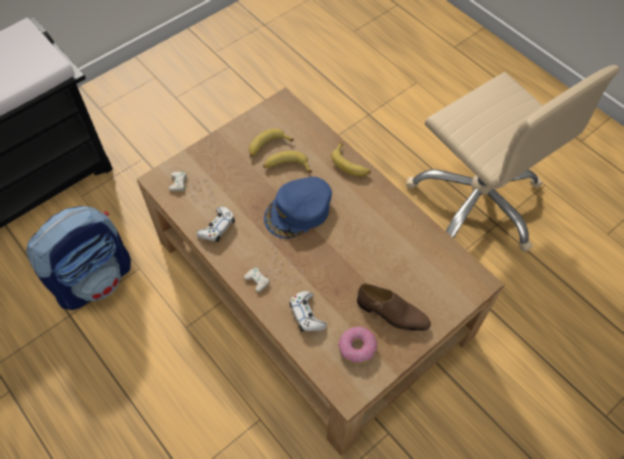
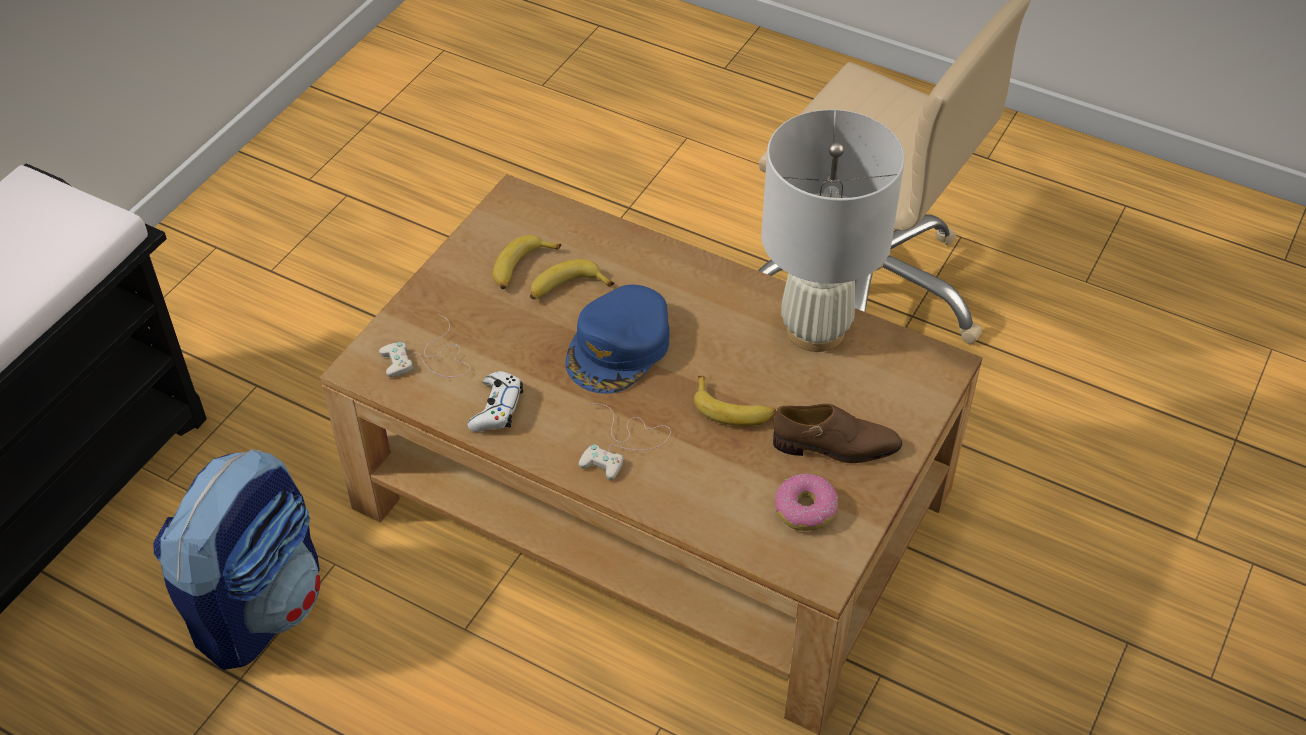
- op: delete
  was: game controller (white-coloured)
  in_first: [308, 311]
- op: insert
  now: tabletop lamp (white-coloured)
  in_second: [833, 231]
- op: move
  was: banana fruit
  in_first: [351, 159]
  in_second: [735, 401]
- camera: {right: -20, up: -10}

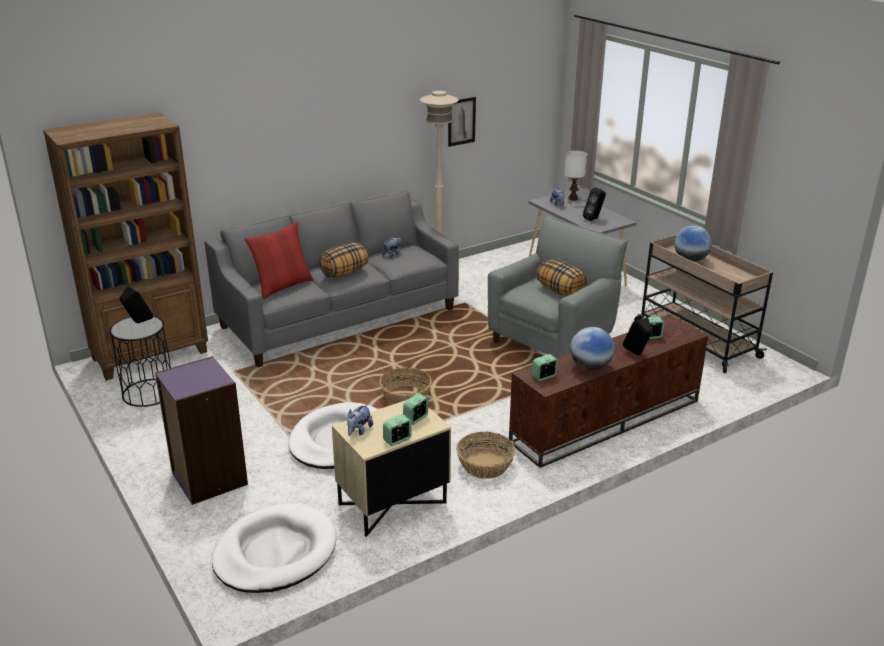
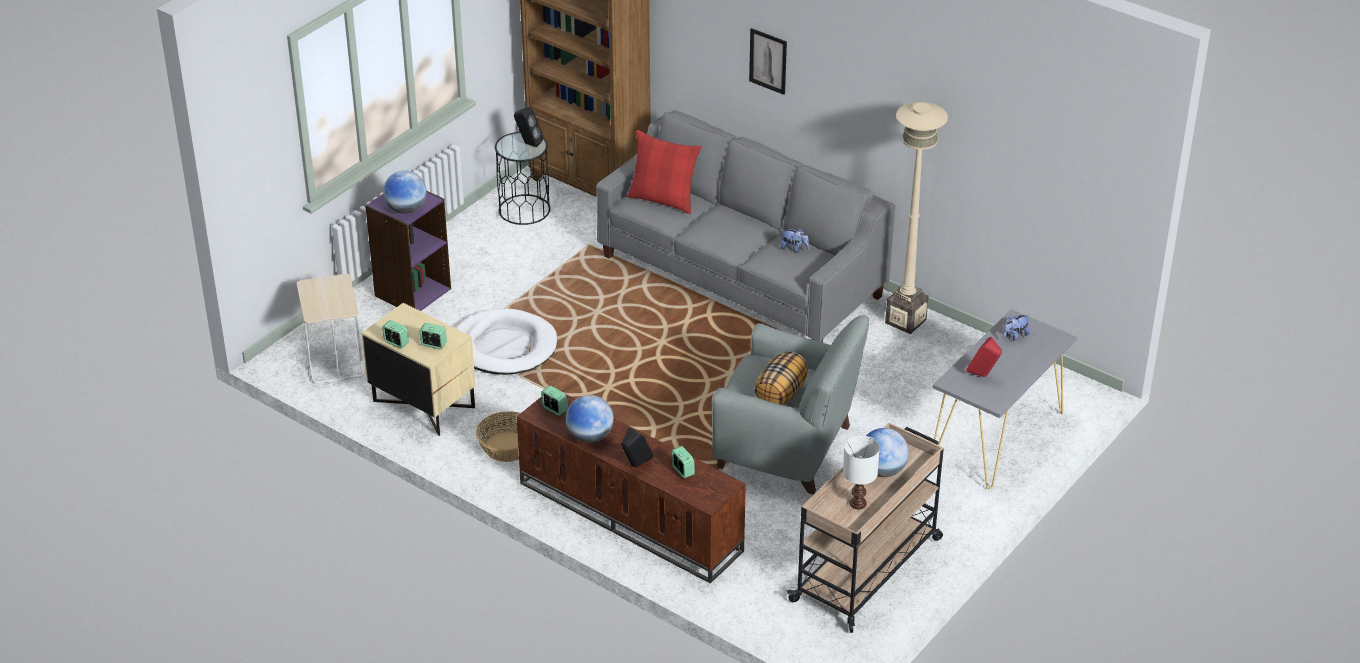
- op: delete
  was: pillow
  in_first: [343, 260]
- op: delete
  was: cuddly toy
  in_first: [360, 420]
- op: delete
  was: storage basket
  in_first: [405, 385]
- op: insert
  now: globe
  in_second: [405, 192]
- op: move
  was: wall art
  in_first: [462, 122]
  in_second: [768, 61]
- op: move
  was: tabletop lamp (white-coloured)
  in_first: [576, 175]
  in_second: [861, 472]
- op: replace
  was: dog cushion (white-coloured)
  now: accent table (sand-coloured)
  in_first: [274, 548]
  in_second: [331, 329]
- op: recolor
  was: loudspeaker (black)
  now: loudspeaker (reddish)
  in_first: [594, 204]
  in_second: [984, 357]
- camera: {right: 70, up: 10}

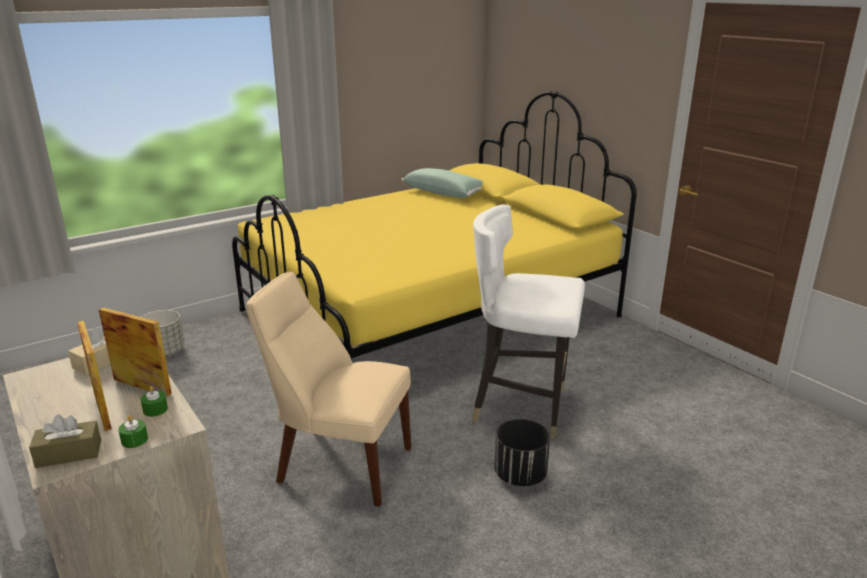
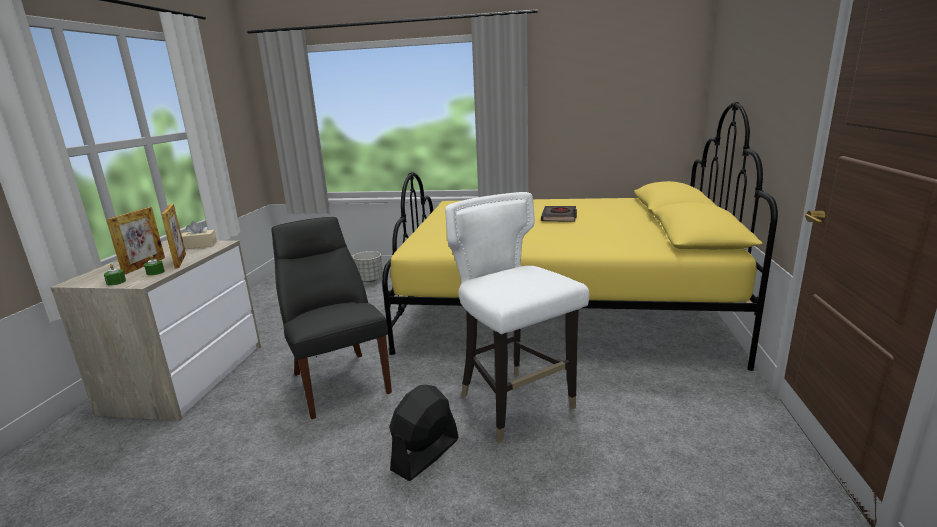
- op: delete
  was: tissue holder (brownish)
  in_first: [65, 441]
- op: delete
  was: pillow (green)
  in_first: [442, 183]
- op: insert
  now: bound book (black)
  in_second: [559, 214]
- op: replace
  was: plant pot (black)
  now: electric fan (black)
  in_first: [522, 452]
  in_second: [424, 433]
- op: recolor
  was: plain chair (sand-coloured)
  now: plain chair (black)
  in_first: [328, 389]
  in_second: [331, 318]
- camera: {right: 45, up: -5}

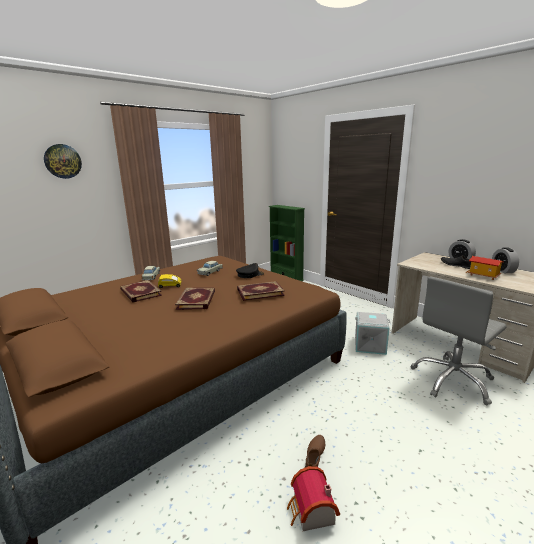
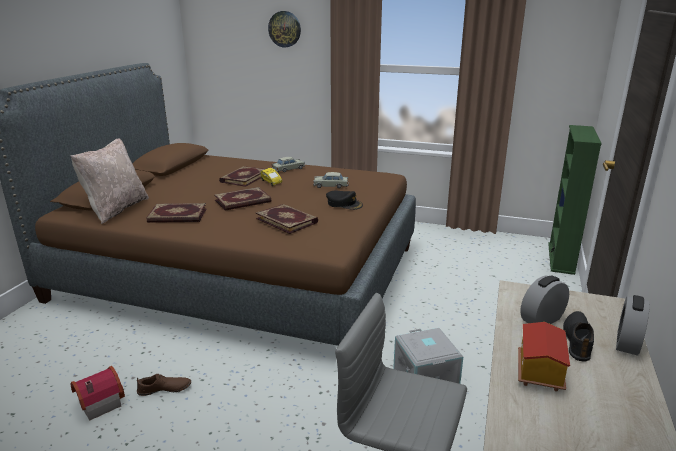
- op: insert
  now: pillow (sand-coloured)
  in_second: [109, 181]
- op: insert
  now: bound book
  in_second: [177, 213]
- op: move
  was: alarm clock
  in_first: [505, 260]
  in_second: [544, 299]
- camera: {right: 60, up: 5}

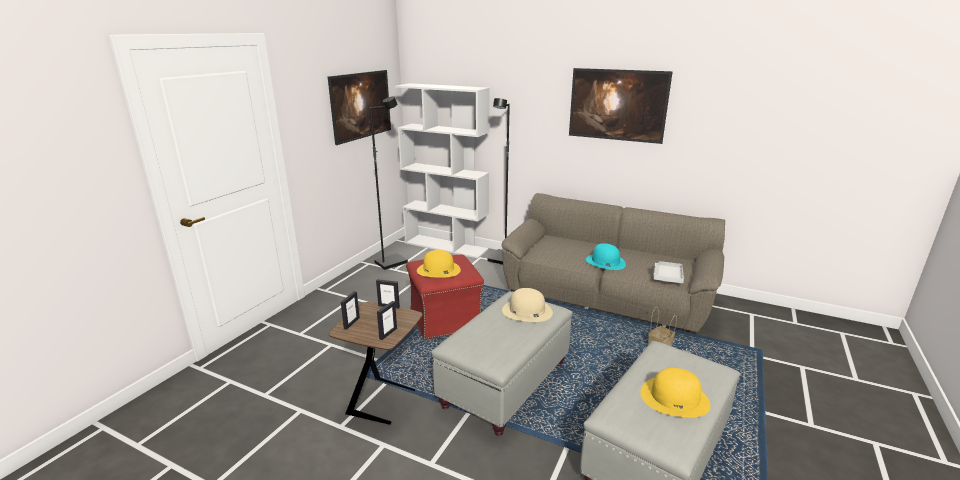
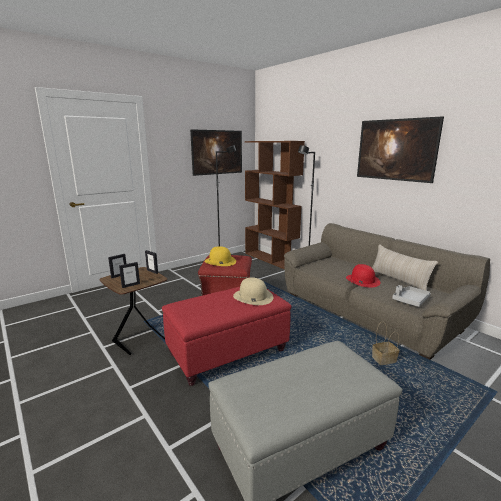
- op: delete
  was: wearable hat (yellow)
  in_first: [675, 392]
- op: insert
  now: pillow (sand-coloured)
  in_second: [405, 267]
- op: recolor
  was: shelving unit (white-coloured)
  now: shelving unit (brownish)
  in_first: [442, 171]
  in_second: [275, 205]
- op: recolor
  was: pouffe (gray)
  now: pouffe (reddish)
  in_first: [502, 363]
  in_second: [227, 336]
- op: recolor
  was: wearable hat (blue-green)
  now: wearable hat (reddish)
  in_first: [606, 256]
  in_second: [363, 276]
- camera: {right: 25, up: -5}

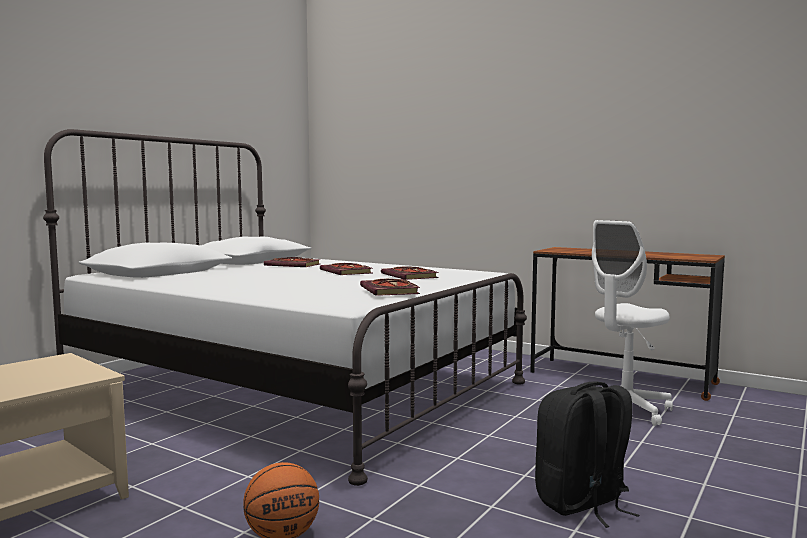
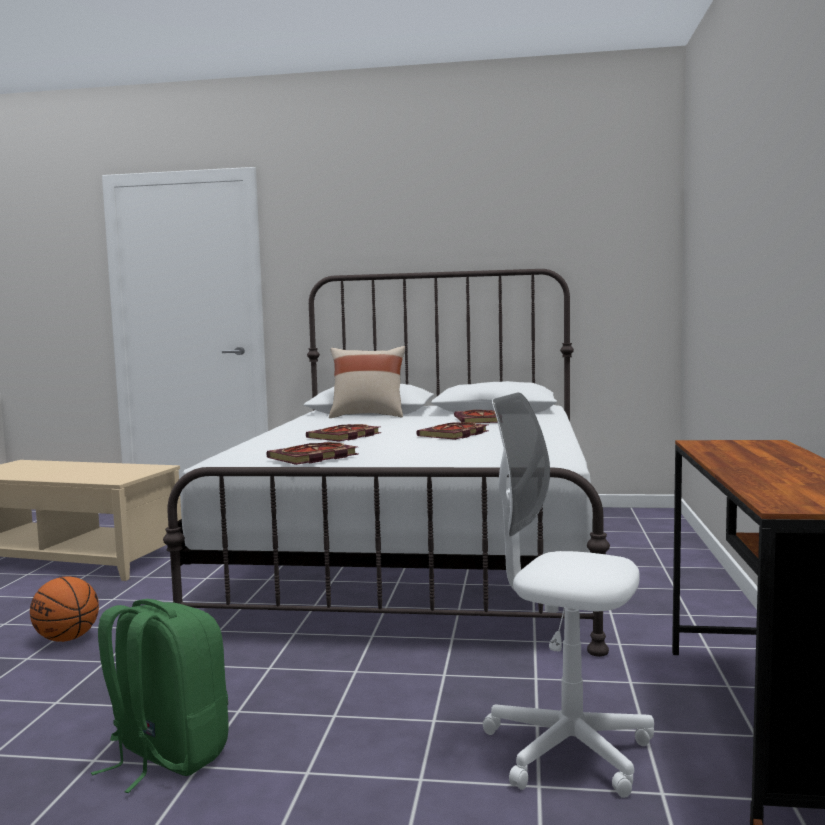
- op: insert
  now: pillow (sand-coloured)
  in_second: [367, 382]
- op: move
  was: bound book
  in_first: [410, 273]
  in_second: [343, 432]
- op: recolor
  was: backpack (black)
  now: backpack (green)
  in_first: [587, 454]
  in_second: [159, 696]
- camera: {right: 65, up: 0}

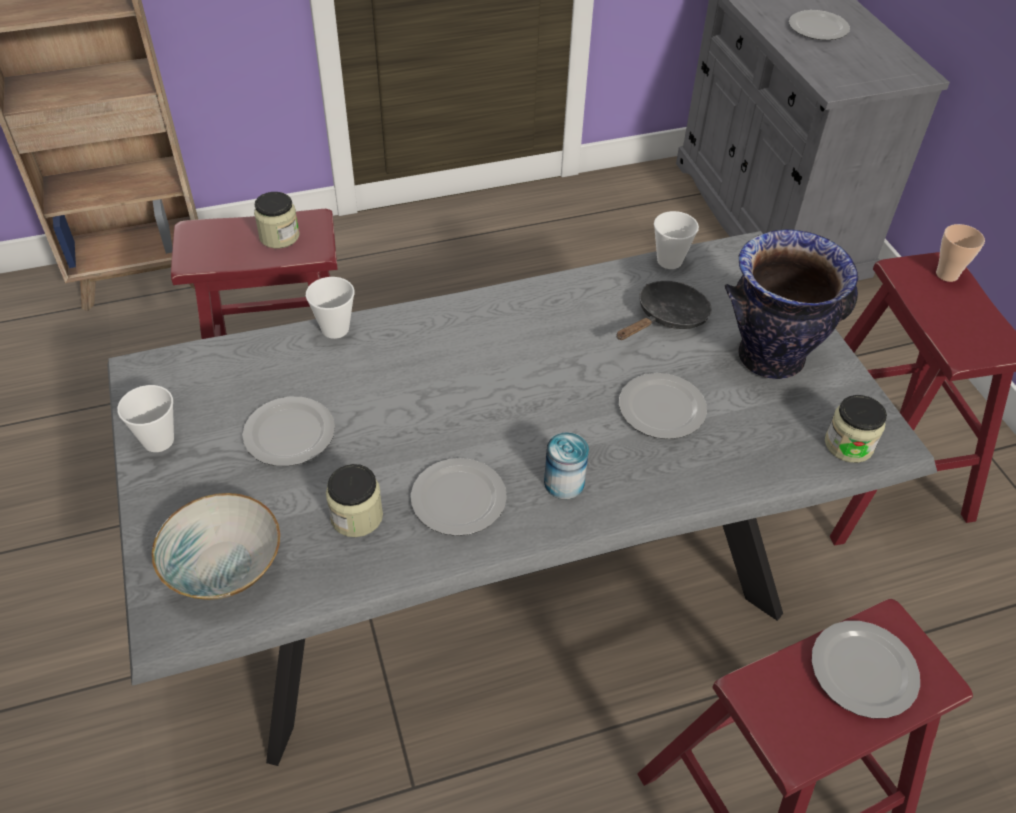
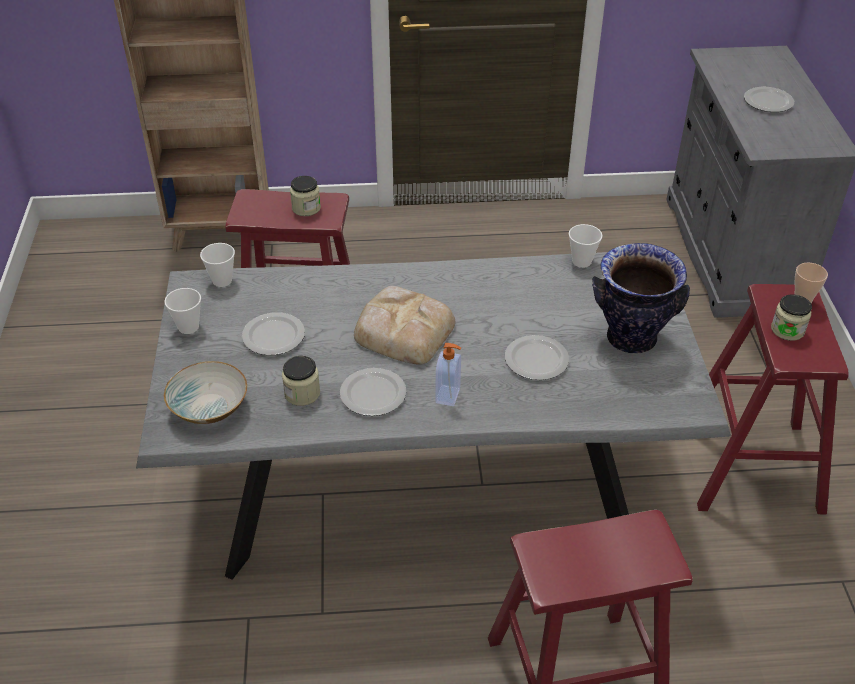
- op: delete
  was: frying pan (black)
  in_first: [664, 310]
- op: delete
  was: flat dish
  in_first: [866, 669]
- op: insert
  now: bakery bread
  in_second: [404, 325]
- op: move
  was: drinking cup
  in_first: [330, 308]
  in_second: [217, 265]
- op: move
  was: preserve jar
  in_first: [856, 429]
  in_second: [791, 317]
- op: replace
  was: sealed can
  now: soap bottle
  in_first: [566, 465]
  in_second: [448, 374]
- camera: {right: 15, up: -5}

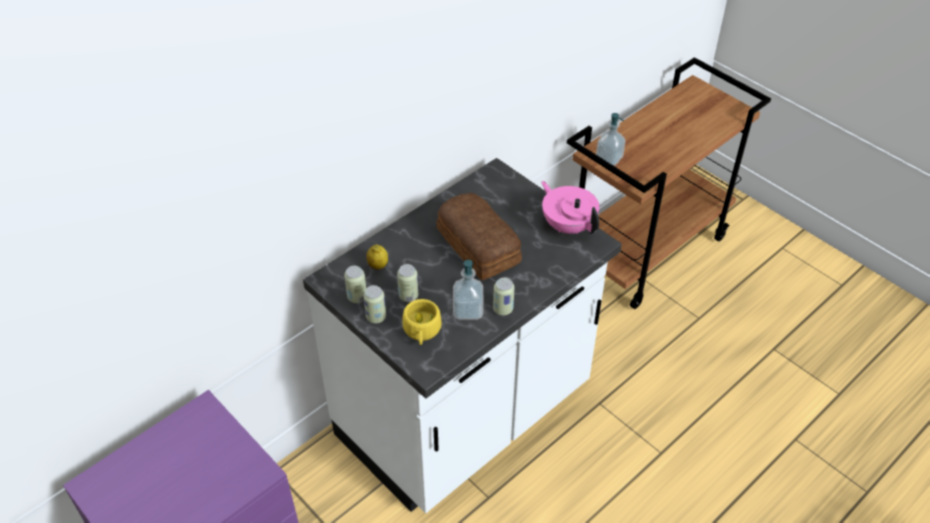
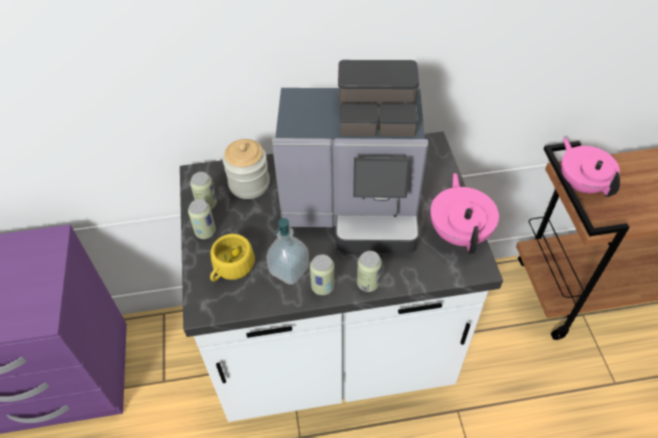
- op: move
  was: sealed can
  in_first: [407, 283]
  in_second: [369, 271]
- op: replace
  was: citrus fruit
  now: preserve jar
  in_first: [377, 257]
  in_second: [246, 169]
- op: replace
  was: bakery bread
  now: coffee brewer
  in_first: [479, 236]
  in_second: [350, 157]
- op: replace
  was: soap bottle
  now: tea pot (pinkish)
  in_first: [611, 139]
  in_second: [590, 167]
- camera: {right: 35, up: 5}

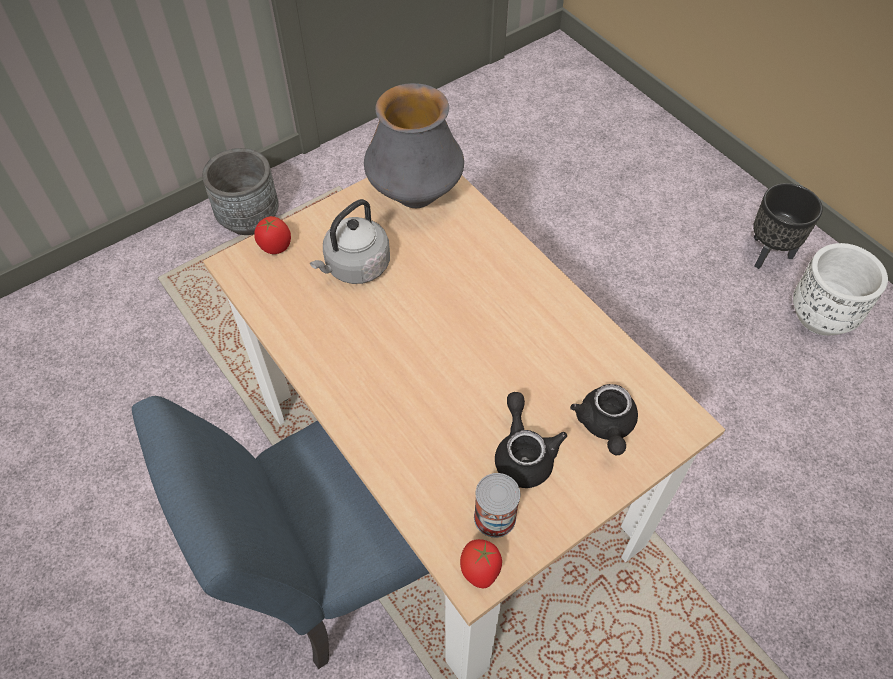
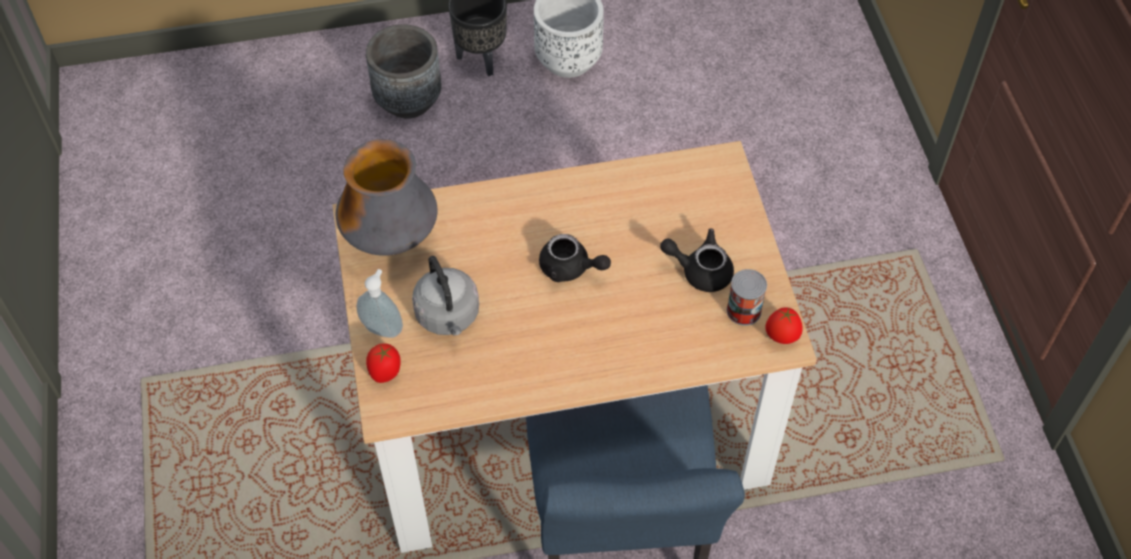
- op: insert
  now: soap bottle
  in_second: [380, 303]
- op: move
  was: plant pot (gray)
  in_first: [240, 191]
  in_second: [403, 71]
- op: move
  was: tea pot (black)
  in_first: [604, 419]
  in_second: [575, 258]
- camera: {right: -65, up: 0}

